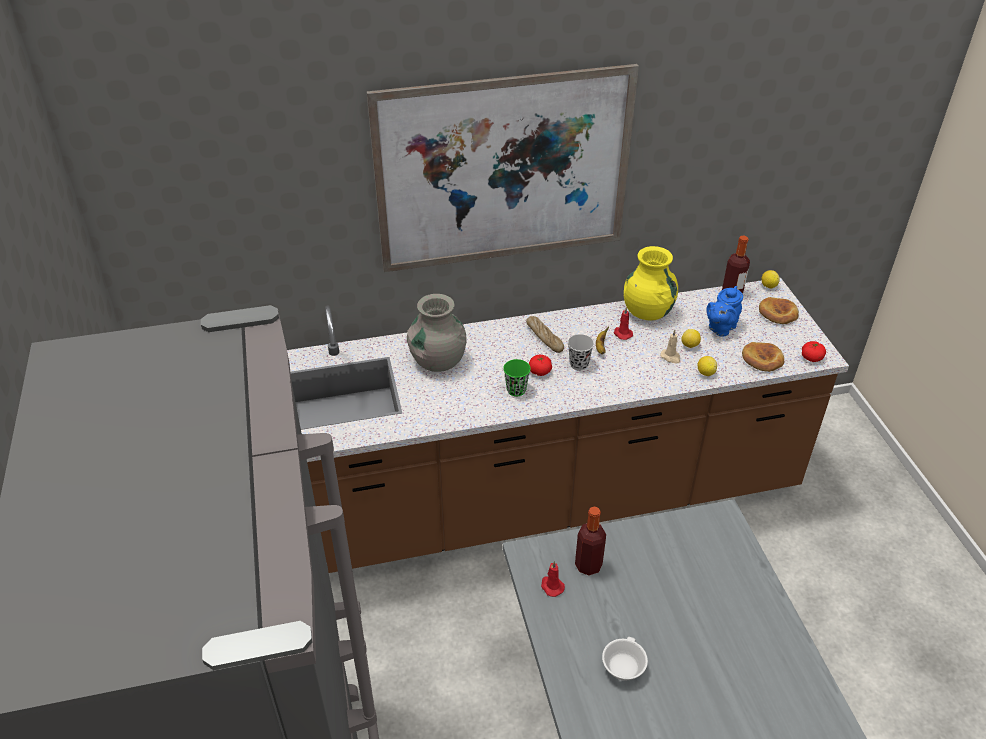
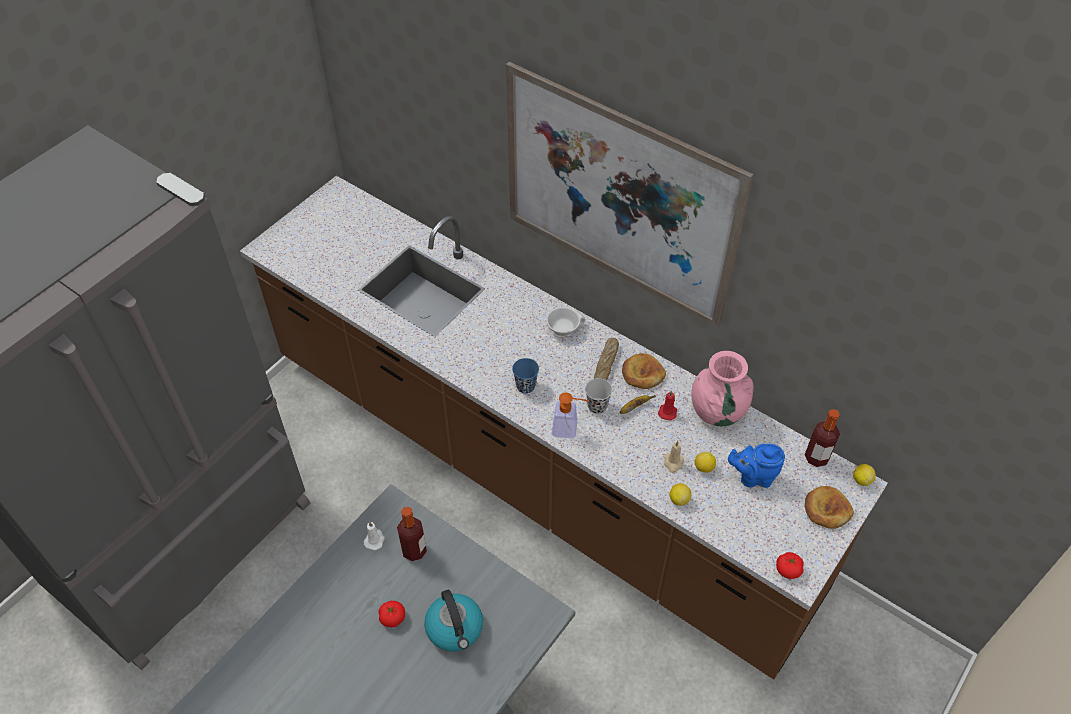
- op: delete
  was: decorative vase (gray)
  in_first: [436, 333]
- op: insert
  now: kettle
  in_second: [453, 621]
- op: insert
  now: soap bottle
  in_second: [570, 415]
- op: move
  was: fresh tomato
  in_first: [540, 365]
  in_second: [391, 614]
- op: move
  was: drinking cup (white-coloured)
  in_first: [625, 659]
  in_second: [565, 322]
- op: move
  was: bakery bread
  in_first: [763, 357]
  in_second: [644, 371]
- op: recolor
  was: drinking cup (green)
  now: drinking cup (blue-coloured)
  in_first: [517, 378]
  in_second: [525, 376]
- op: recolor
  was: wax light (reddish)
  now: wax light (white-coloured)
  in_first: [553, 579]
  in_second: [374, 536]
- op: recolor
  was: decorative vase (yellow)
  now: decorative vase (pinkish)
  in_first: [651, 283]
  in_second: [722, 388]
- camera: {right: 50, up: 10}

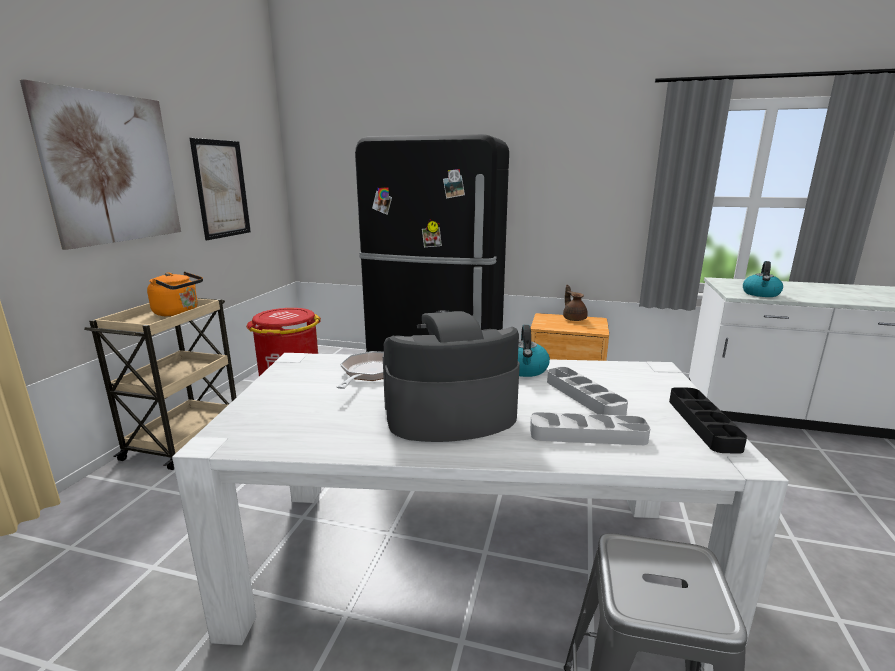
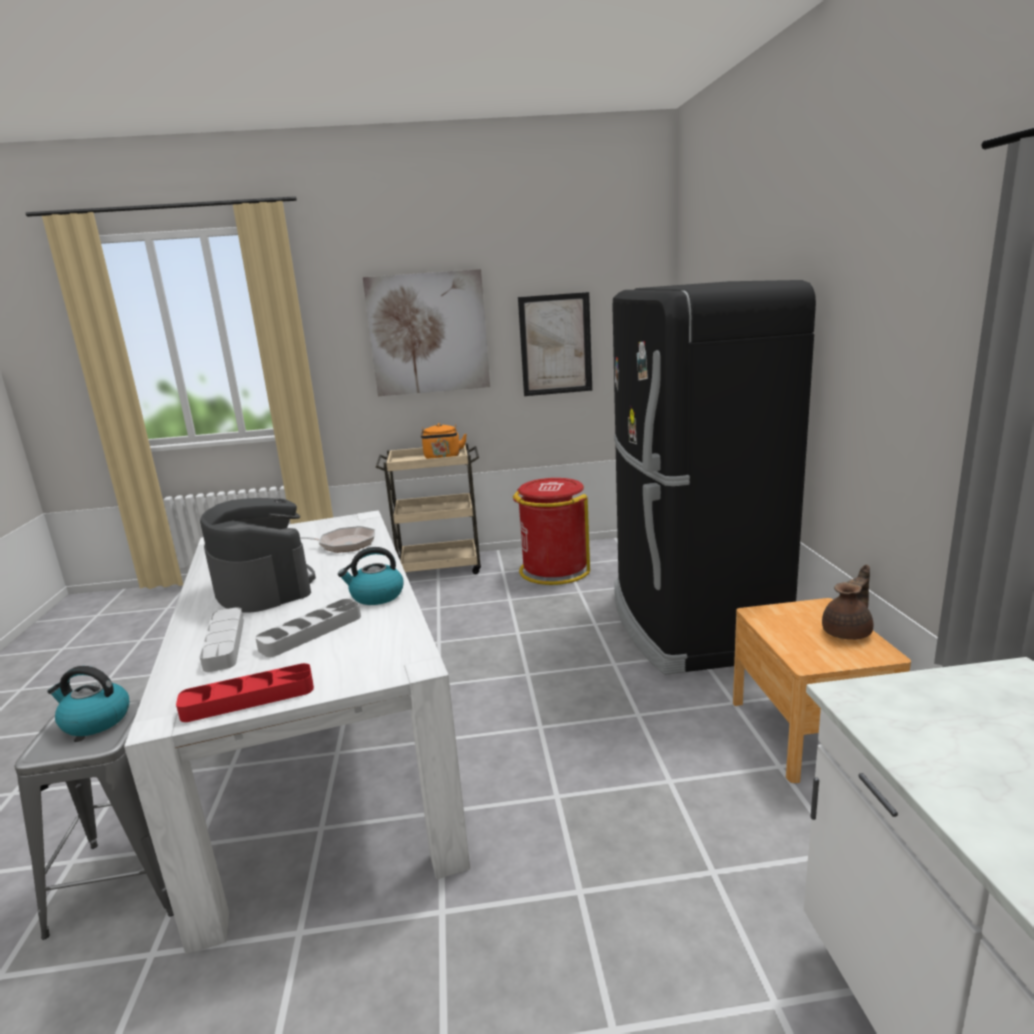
- op: move
  was: kettle
  in_first: [763, 279]
  in_second: [88, 701]
- op: recolor
  was: tray (black)
  now: tray (reddish)
  in_first: [708, 420]
  in_second: [245, 692]
- camera: {right: 70, up: 0}

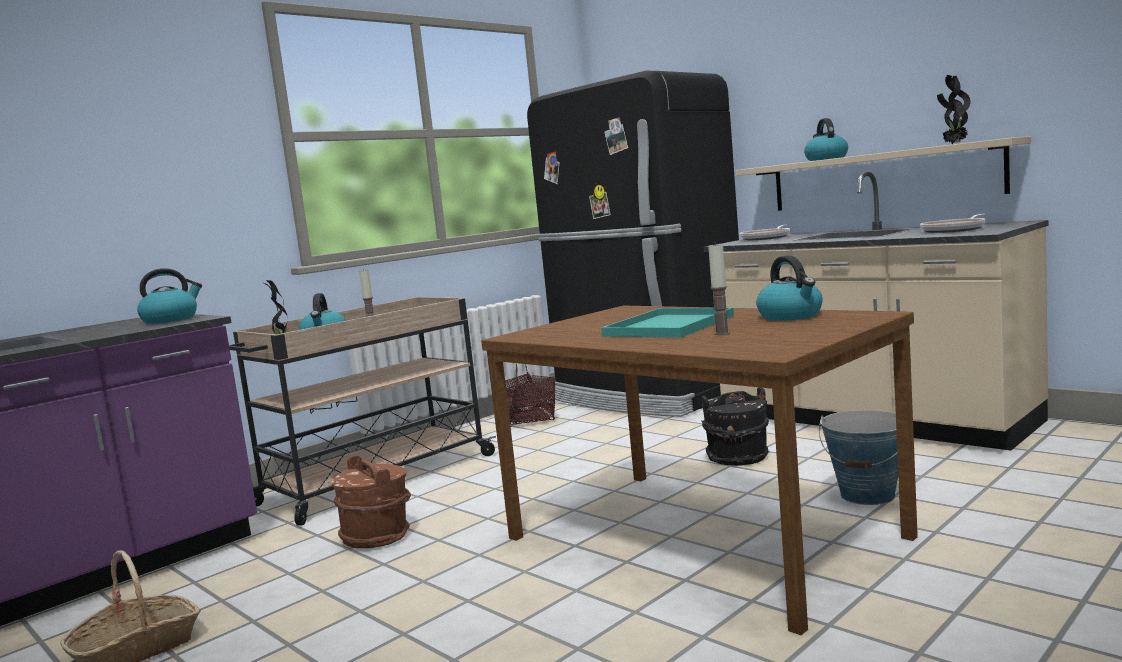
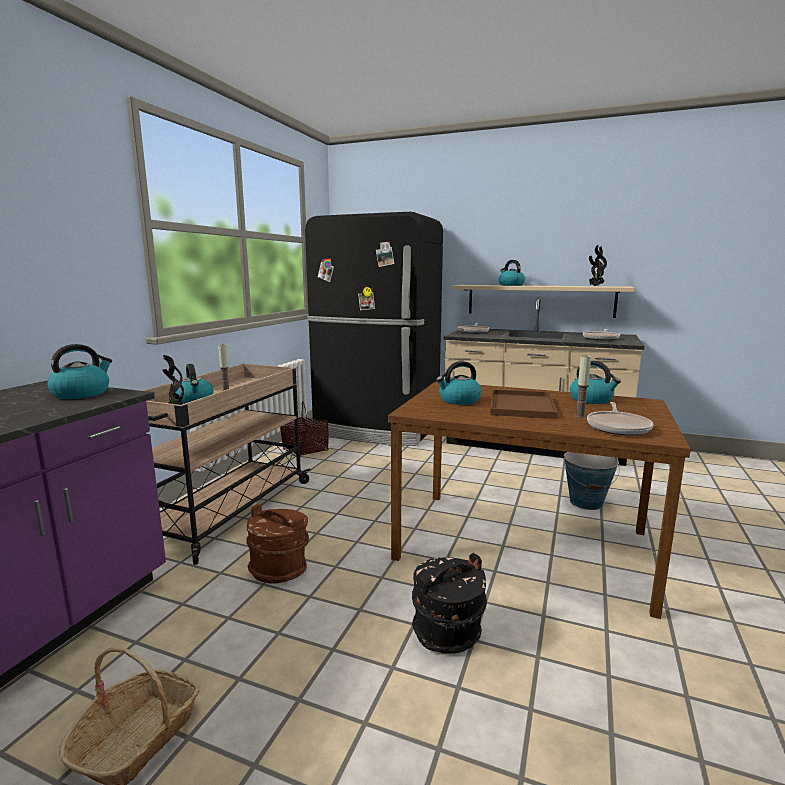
- op: insert
  now: kettle
  in_second: [459, 383]
- op: insert
  now: frying pan
  in_second: [620, 419]
- op: move
  was: pail (black)
  in_first: [735, 426]
  in_second: [449, 603]
- op: recolor
  was: tray (blue-green)
  now: tray (brownish)
  in_first: [667, 323]
  in_second: [524, 404]
- camera: {right: -25, up: 5}

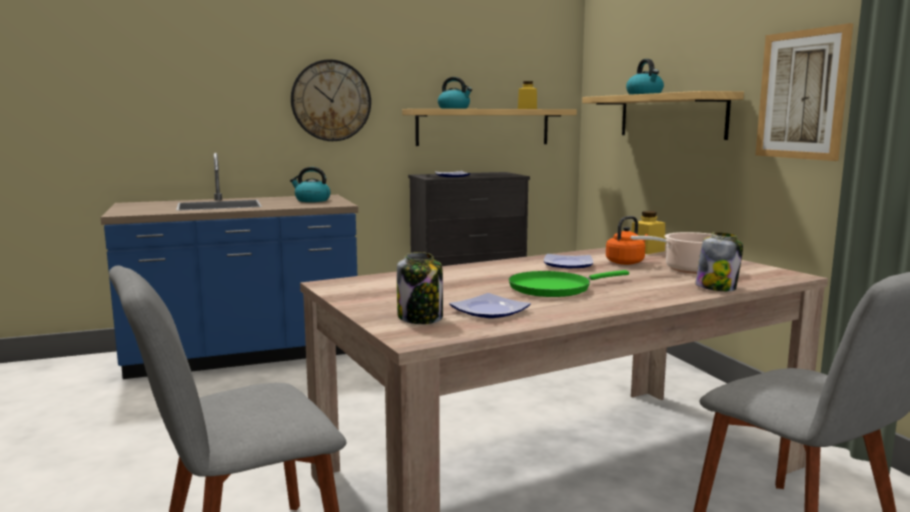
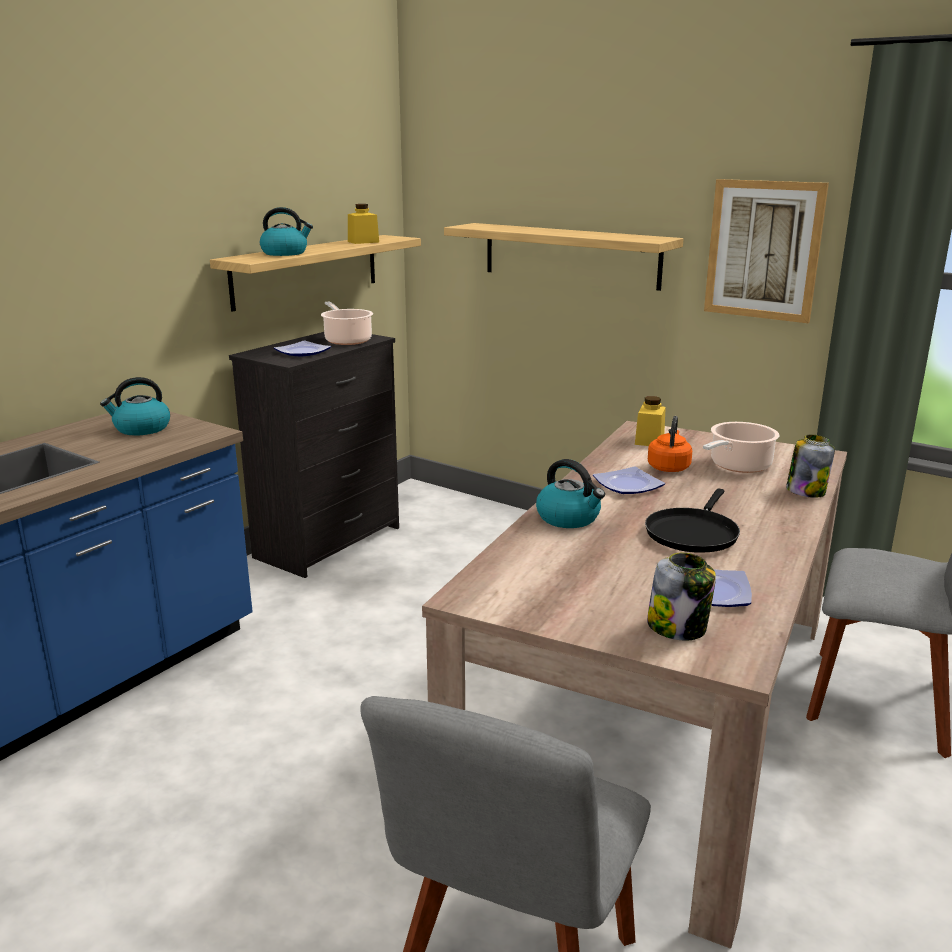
- op: delete
  was: wall clock
  in_first: [331, 100]
- op: insert
  now: saucepot
  in_second: [347, 323]
- op: move
  was: kettle
  in_first: [645, 77]
  in_second: [570, 493]
- op: recolor
  was: frying pan (green)
  now: frying pan (black)
  in_first: [569, 283]
  in_second: [692, 520]
- camera: {right: -35, up: 10}

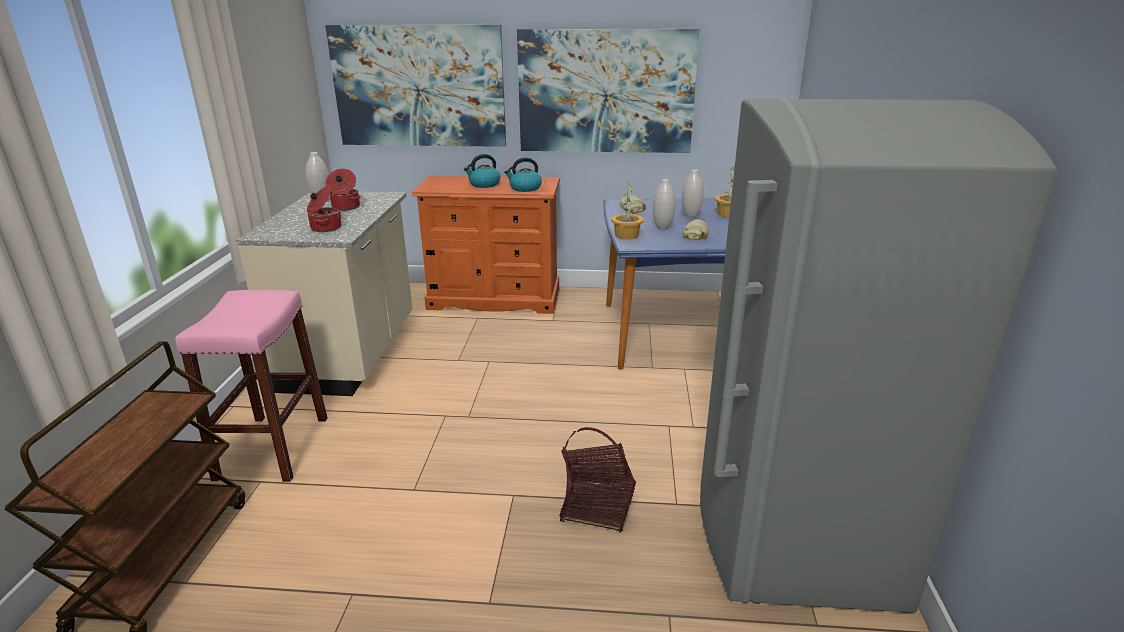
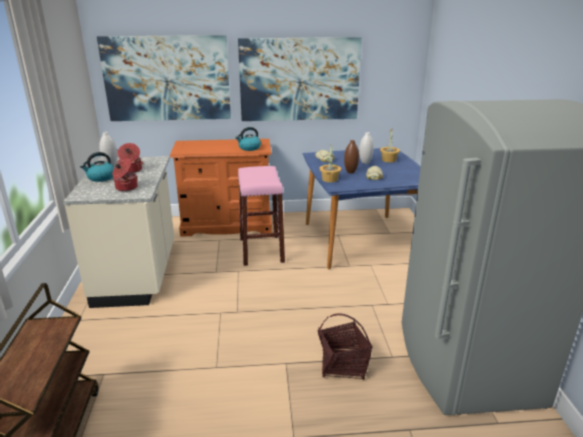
- op: move
  was: sitting stool (pinkish)
  in_first: [251, 386]
  in_second: [261, 216]
- op: move
  was: kettle
  in_first: [482, 171]
  in_second: [97, 167]
- op: recolor
  was: decorative vase (white-coloured)
  now: decorative vase (brownish)
  in_first: [664, 204]
  in_second: [351, 156]
- camera: {right: -10, up: 0}

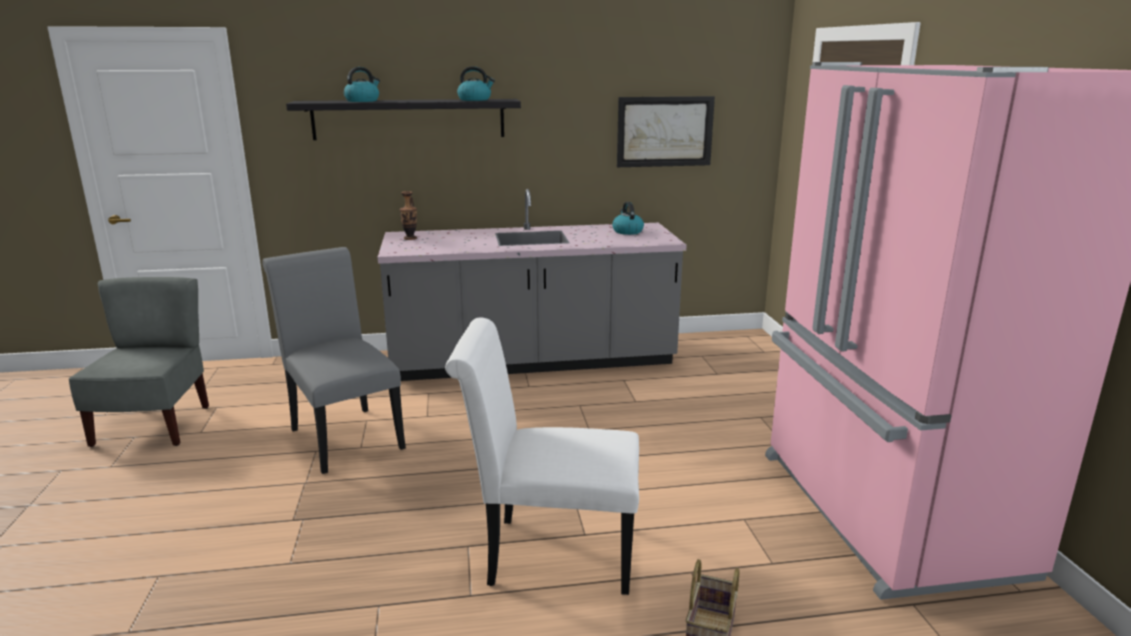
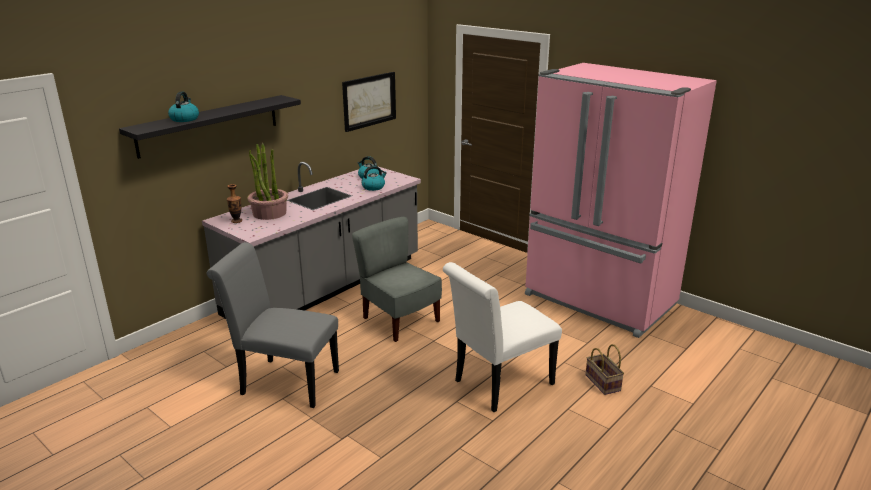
- op: insert
  now: plant in a pot
  in_second: [267, 181]
- op: move
  was: plain chair (gray)
  in_first: [139, 362]
  in_second: [397, 279]
- op: move
  was: kettle
  in_first: [476, 83]
  in_second: [374, 178]
- camera: {right: -40, up: 5}

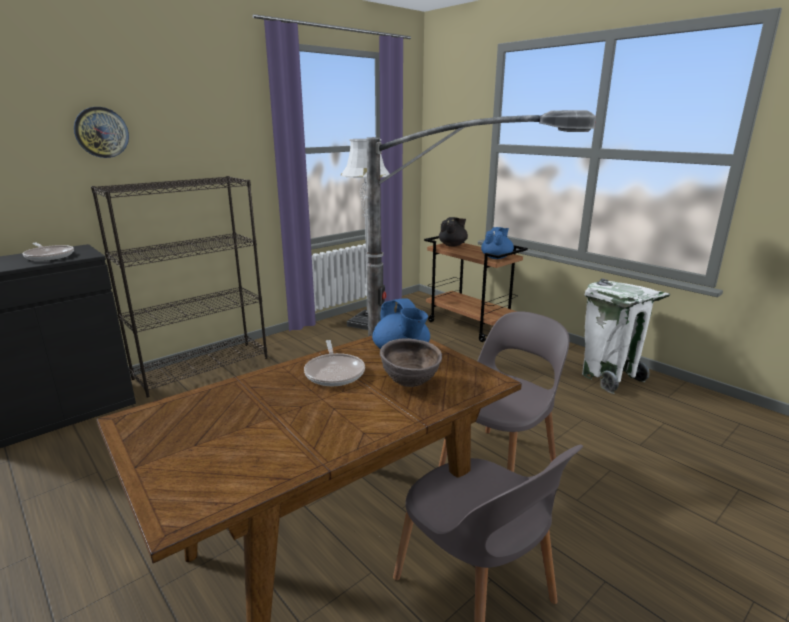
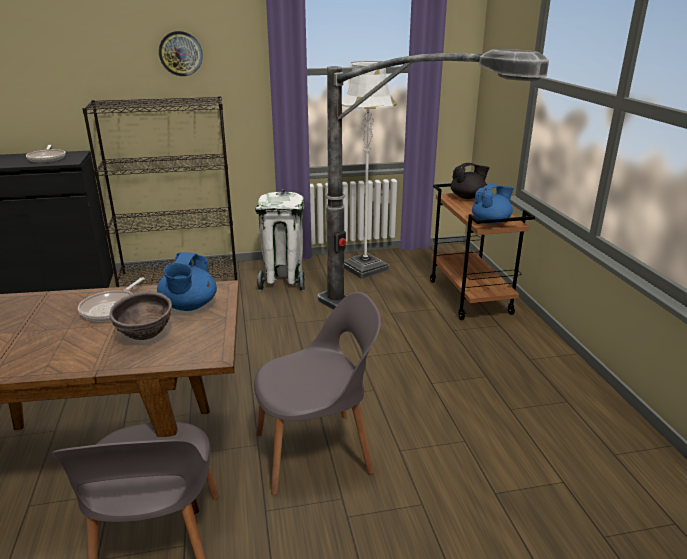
- op: move
  was: wall clock
  in_first: [101, 132]
  in_second: [181, 53]
- op: move
  was: rubbish bin (white-coloured)
  in_first: [626, 336]
  in_second: [280, 240]
- camera: {right: 30, up: 5}

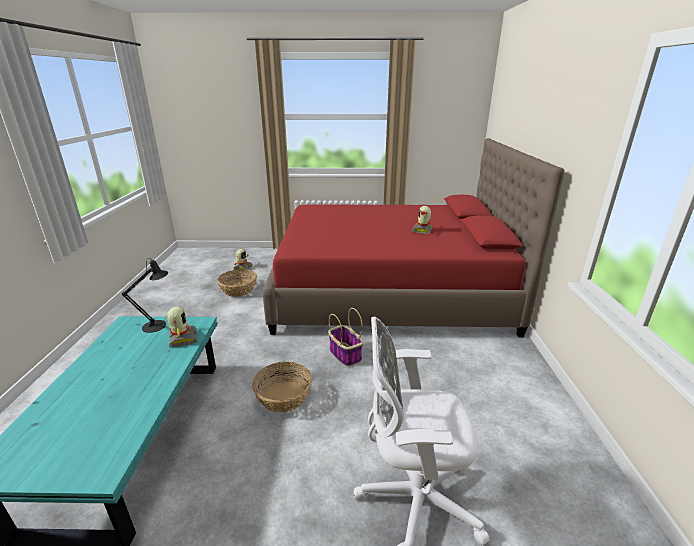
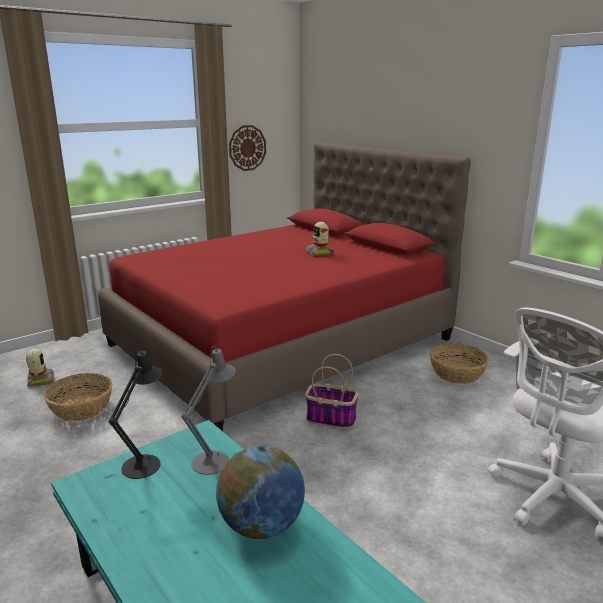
- op: insert
  now: globe
  in_second: [260, 492]
- op: insert
  now: wall clock
  in_second: [247, 148]
- op: move
  was: storage basket
  in_first: [282, 387]
  in_second: [459, 363]
- op: replace
  was: robot figure
  now: tabletop lamp (gray)
  in_first: [182, 327]
  in_second: [208, 410]
- camera: {right: -40, up: -5}

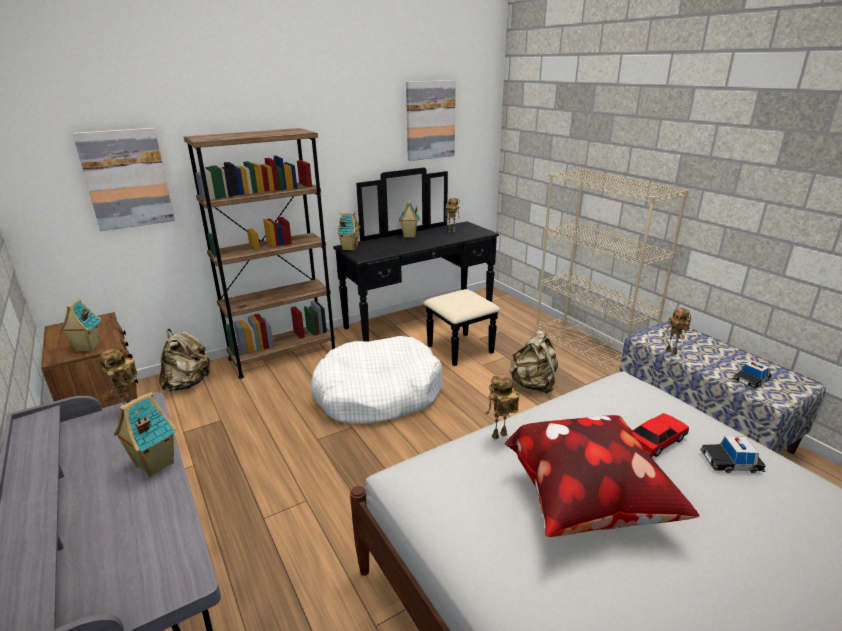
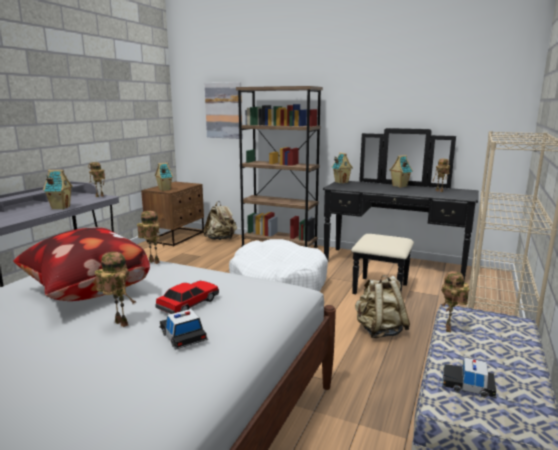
- op: delete
  was: wall art
  in_first: [431, 120]
- op: insert
  now: robot figure
  in_second: [115, 289]
- op: rotate
  was: miniature car
  in_first: [660, 435]
  in_second: [187, 297]
  clockwise: -75
- camera: {right: 55, up: -10}

